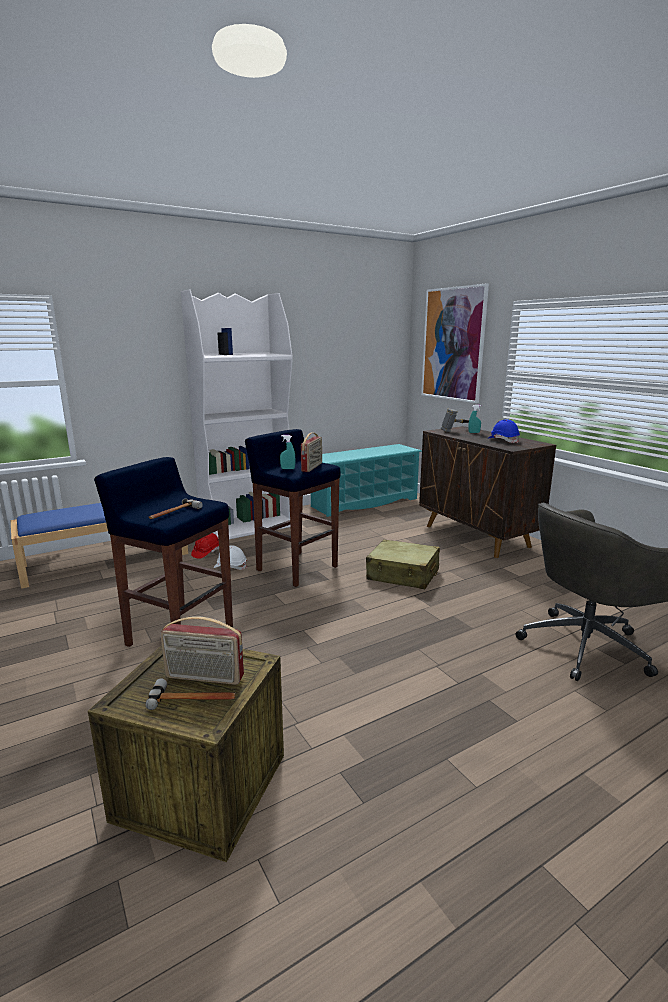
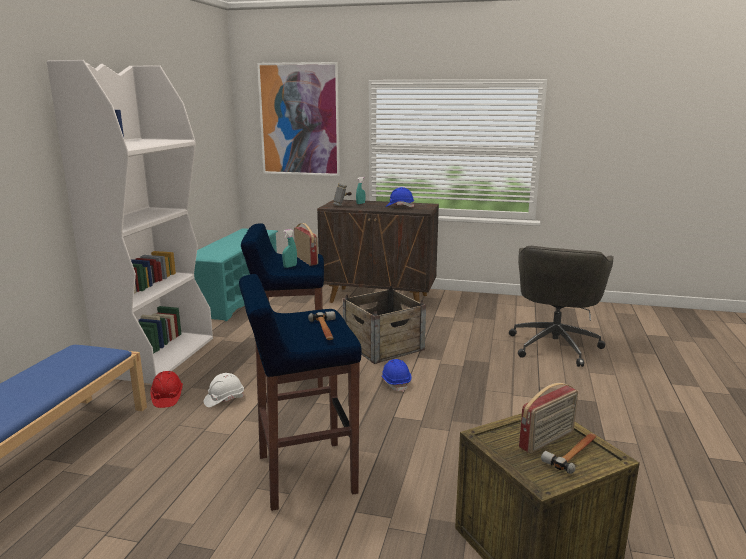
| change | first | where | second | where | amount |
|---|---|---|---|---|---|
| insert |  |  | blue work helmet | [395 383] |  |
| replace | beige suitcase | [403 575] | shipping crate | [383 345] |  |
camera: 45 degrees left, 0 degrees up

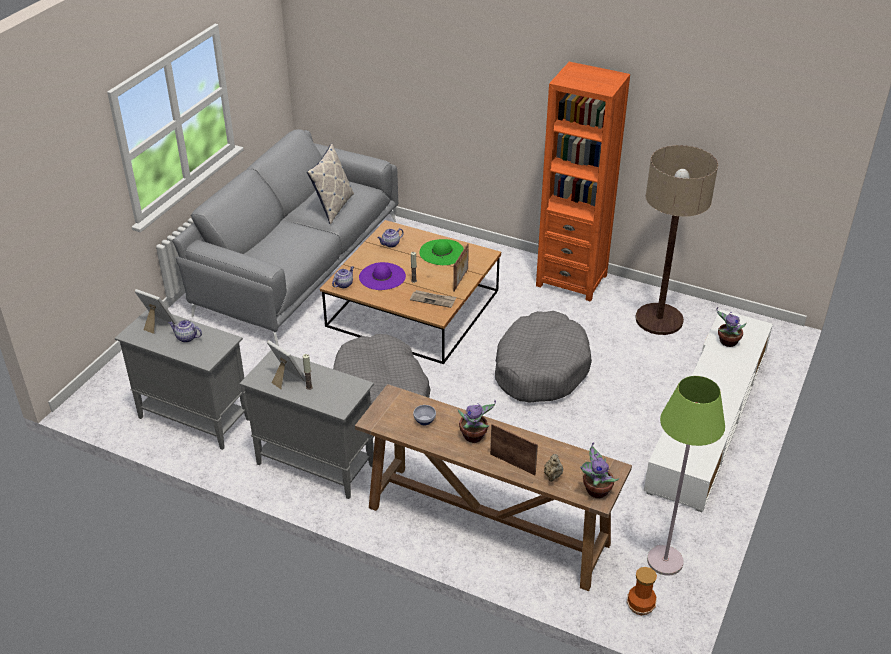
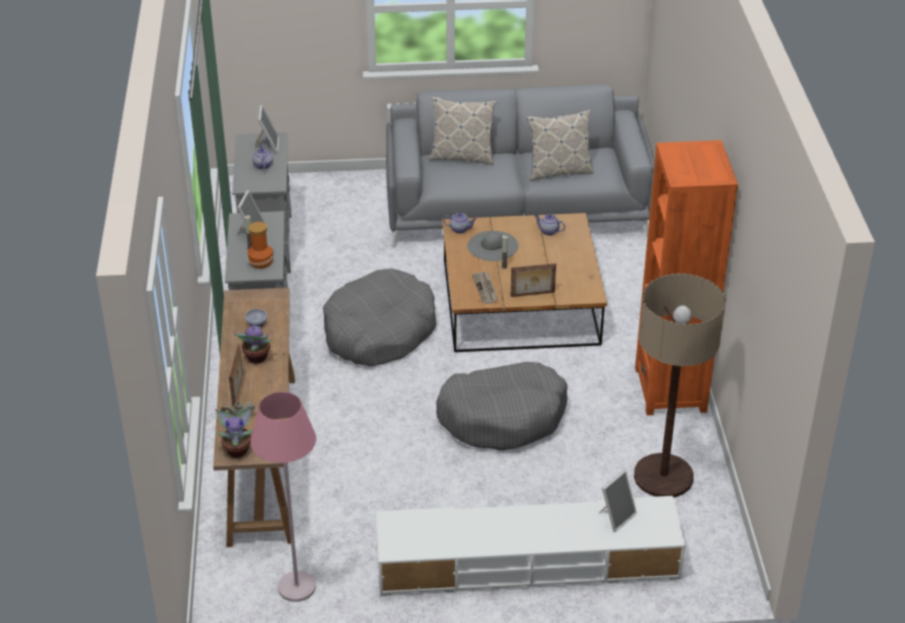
| change | first | where | second | where | amount |
|---|---|---|---|---|---|
| delete | green clothing hat | [442 252] |  |  |  |
| insert |  |  | pillow | [462 157] |  |
| move | decorative vase | [641 605] |  | [261 262] |  |
| replace | plant in a pot | [727 342] | standing frame | [616 516] |  |
| recolor | purple-coloured clothing hat | [382 276] | gray clothing hat | [492 246] |  |
| recolor | green standard lamp | [665 561] | pink-coloured standard lamp | [296 587] |  |
camera: 60 degrees right, 0 degrees up

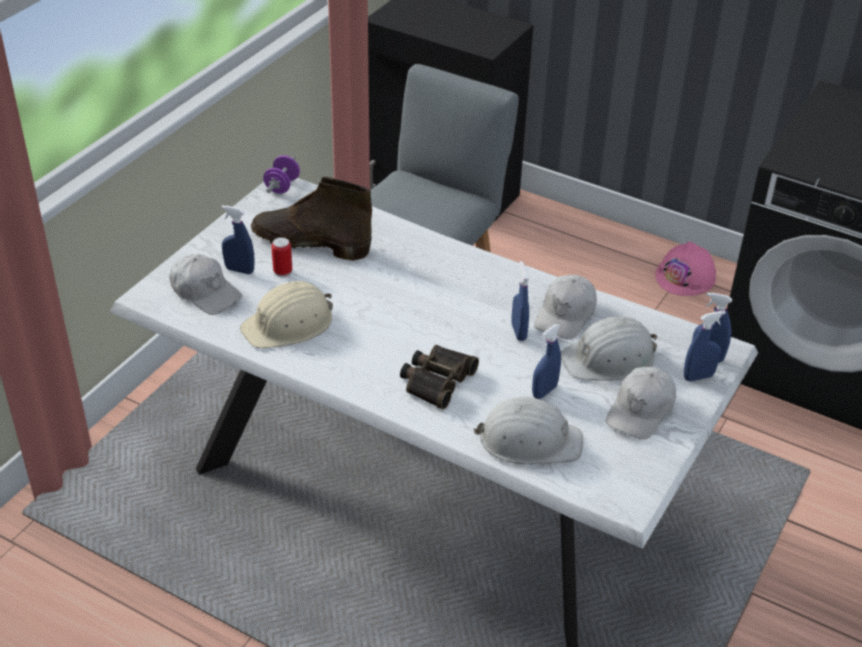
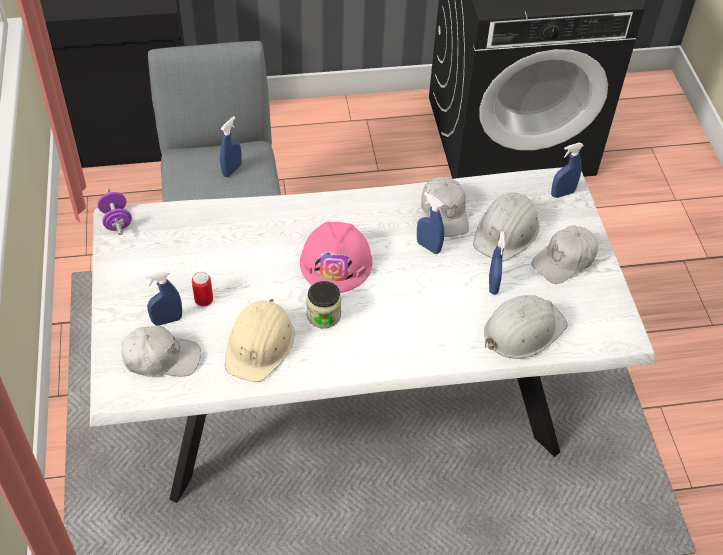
| change | first | where | second | where | amount |
|---|---|---|---|---|---|
| delete | brown boot | [309 242] |  |  |  |
| delete | binoculars | [436 380] |  |  |  |
| insert |  |  | jar | [323 315] |  |
| move | pink-coloured work helmet | [685 277] |  | [336 262] |  |
| move | blue hand sprayer | [698 376] |  | [232 170] |  |
| rotate | white-coloured baseball cap | [641 410] |  | [564 260] | 60 degrees clockwise |
camera: 40 degrees left, 10 degrees up

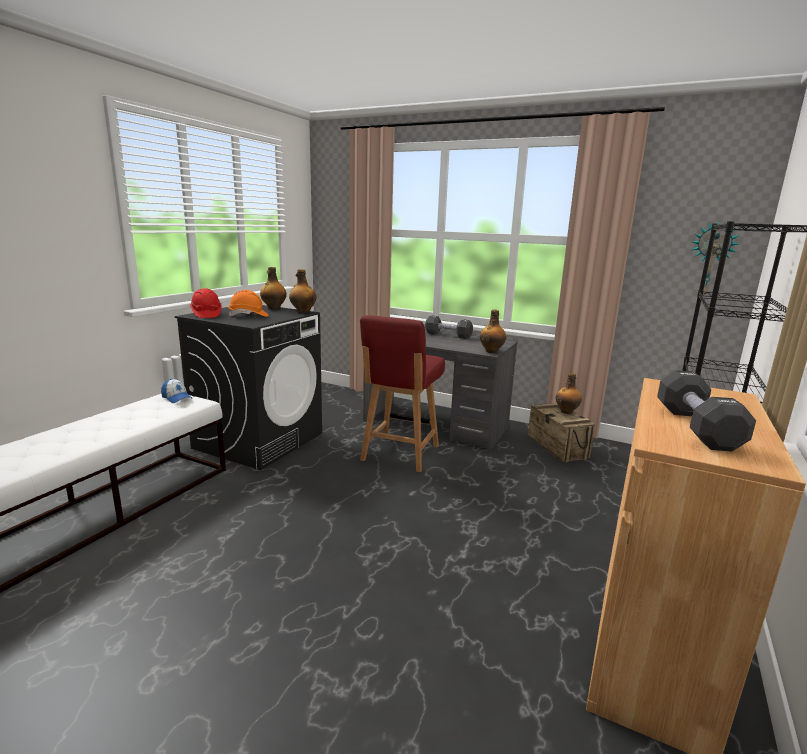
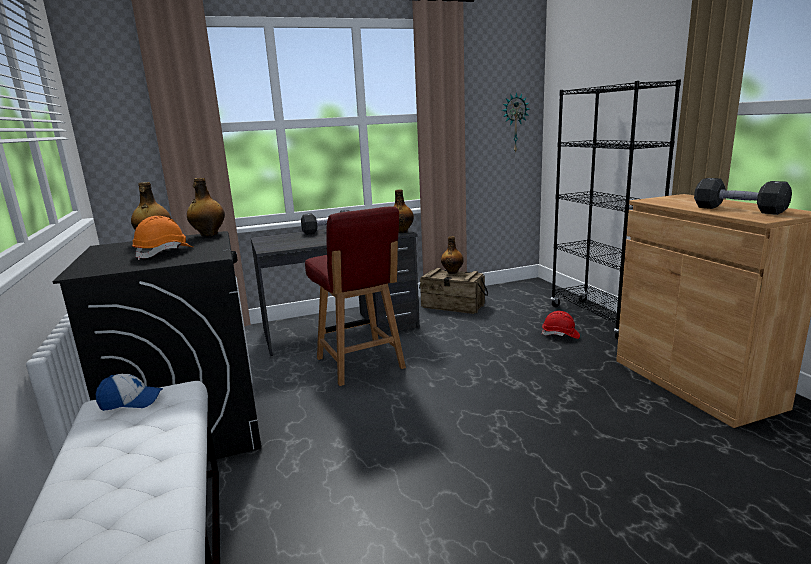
| change | first | where | second | where | amount |
|---|---|---|---|---|---|
| move | reddish work helmet | [206 314] |  | [560 335] |  |
camera: 45 degrees left, 0 degrees up

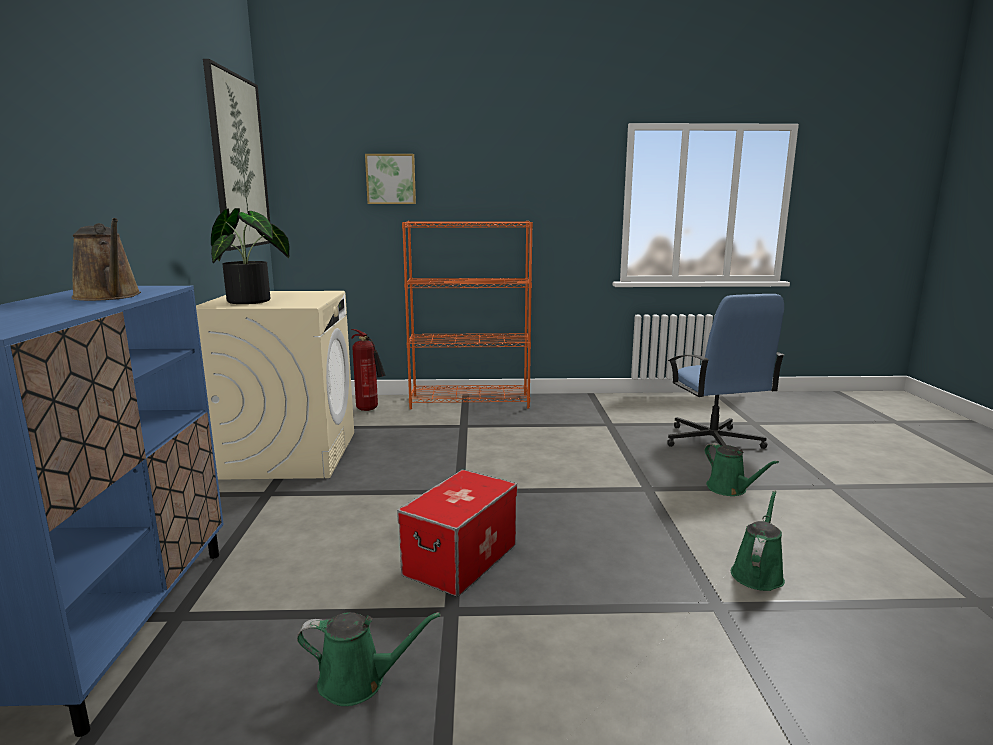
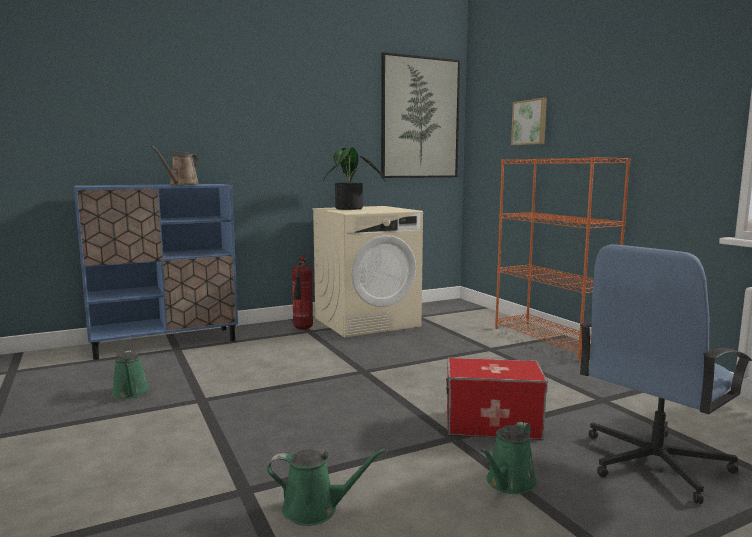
| change | first | where | second | where | amount |
|---|---|---|---|---|---|
| move | fire-fighting cylinder | [369 410] |  | [302 329] |  |
| move | storage box | [461 560] |  | [492 424] |  |
camera: 65 degrees right, 5 degrees down

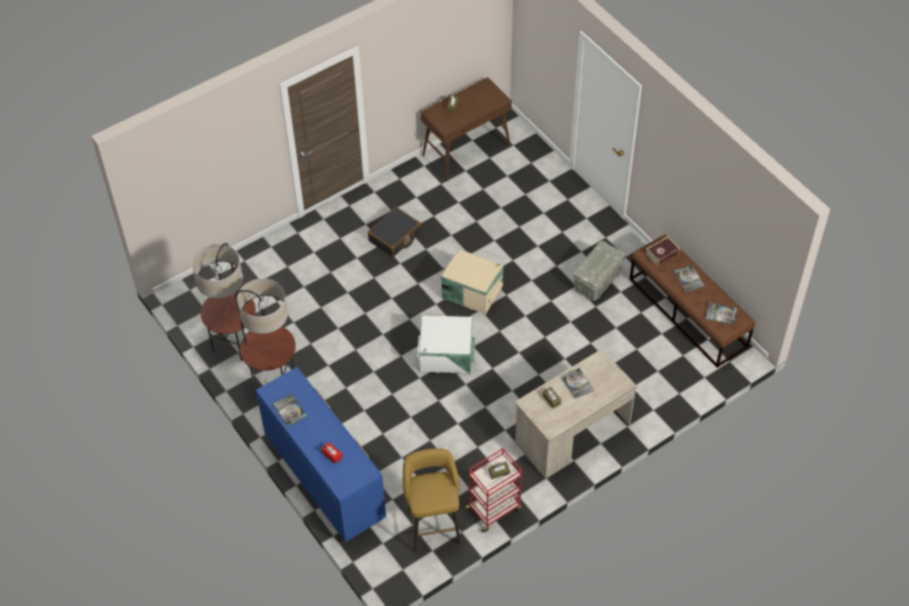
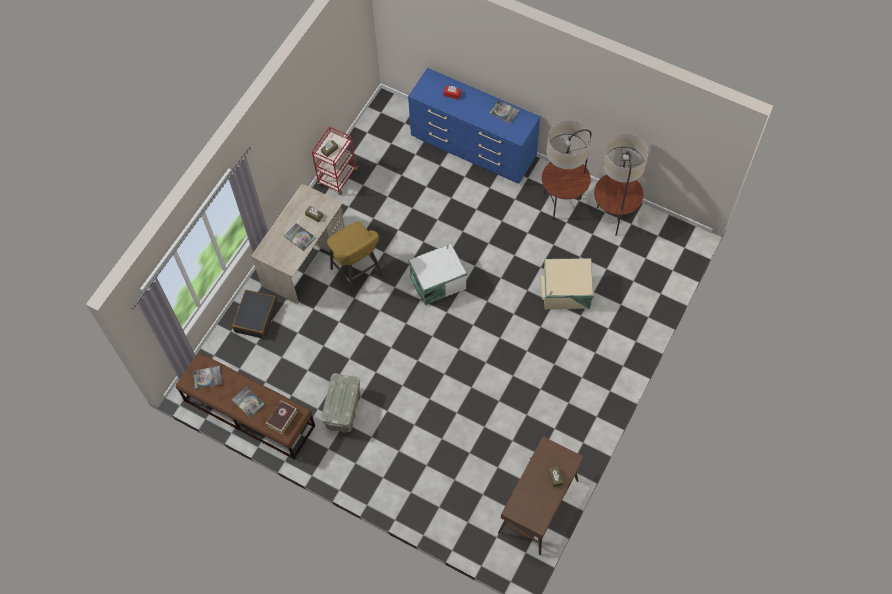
| change | first | where | second | where | amount |
|---|---|---|---|---|---|
| move | black suitcase | [395 237] |  | [255 317] |  |
| move | yellowish stool | [433 525] |  | [358 274] |  |
| move | beige storage box | [472 291] |  | [566 293] |  |
camera: 155 degrees right, 10 degrees up

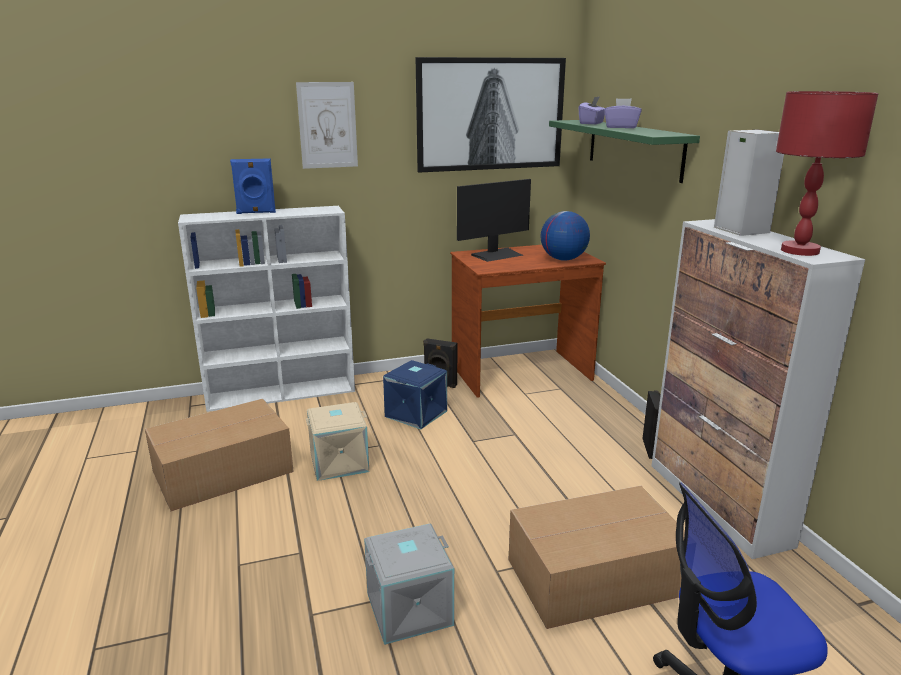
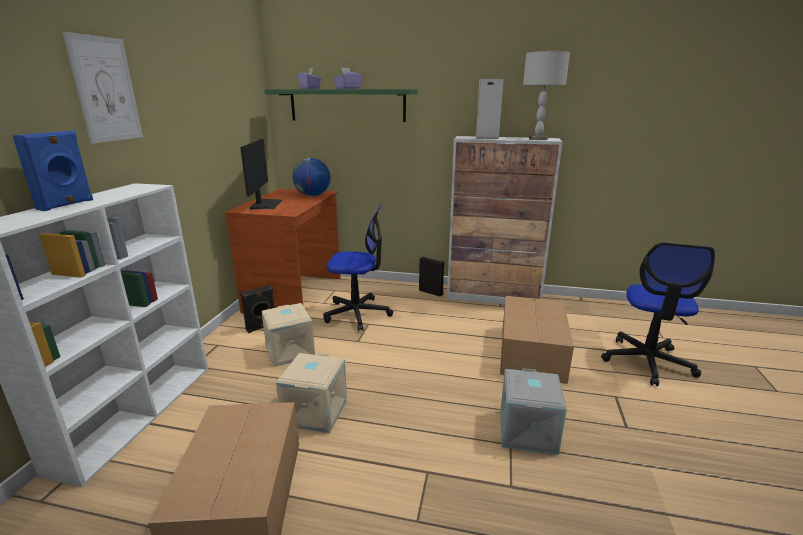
| change | first | where | second | where | amount |
|---|---|---|---|---|---|
| delete | wall picture | [491 114] |  |  |  |
| insert |  |  | desk chair | [357 314] |  |
| recolor | blue storage box | [415 413] | beige storage box | [289 351] |  |
| recolor | reddish table lamp | [799 251] | gray table lamp | [538 139] |  |
camera: 60 degrees left, 0 degrees up

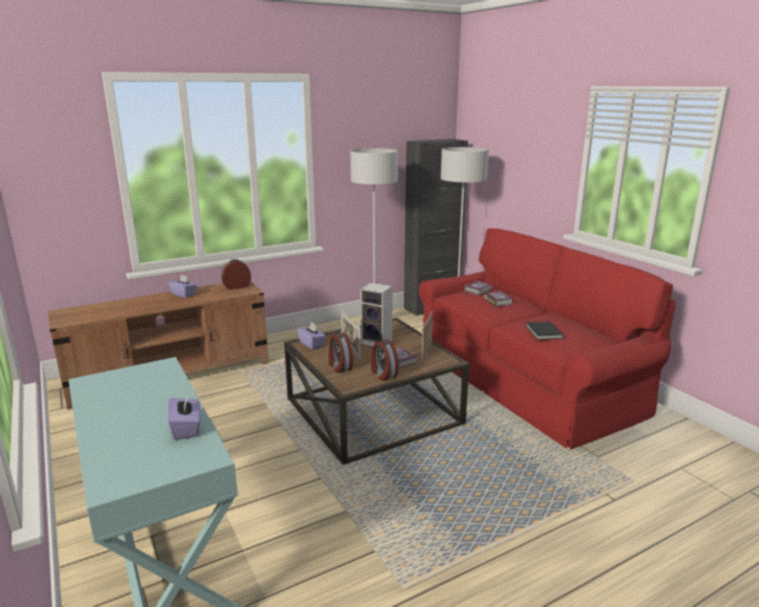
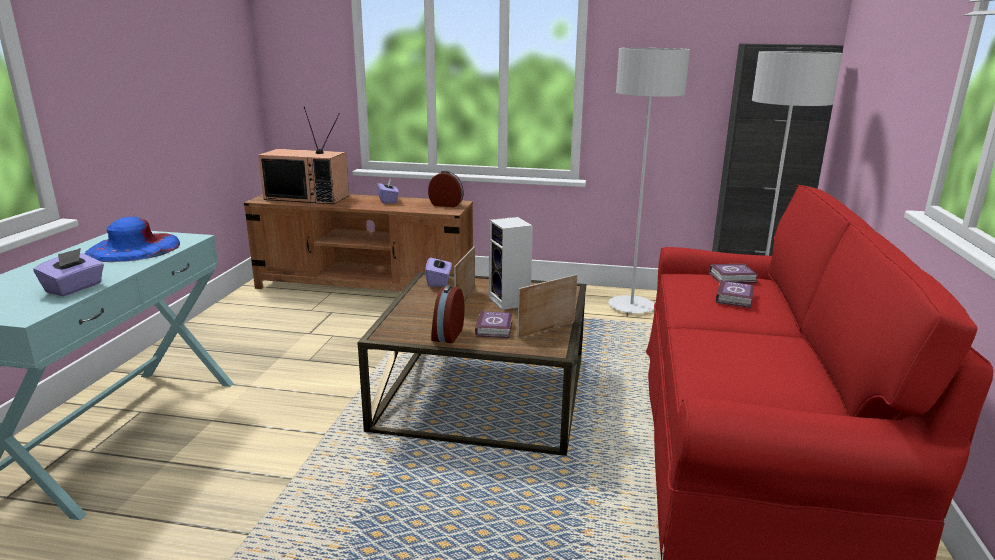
| change | first | where | second | where | amount |
|---|---|---|---|---|---|
| delete | alarm clock | [339 366] |  |  |  |
| delete | black volume | [543 332] |  |  |  |
| insert |  |  | blue clothing hat | [134 248] |  |
| insert |  |  | TV | [308 197] |  |
camera: 40 degrees right, 0 degrees up

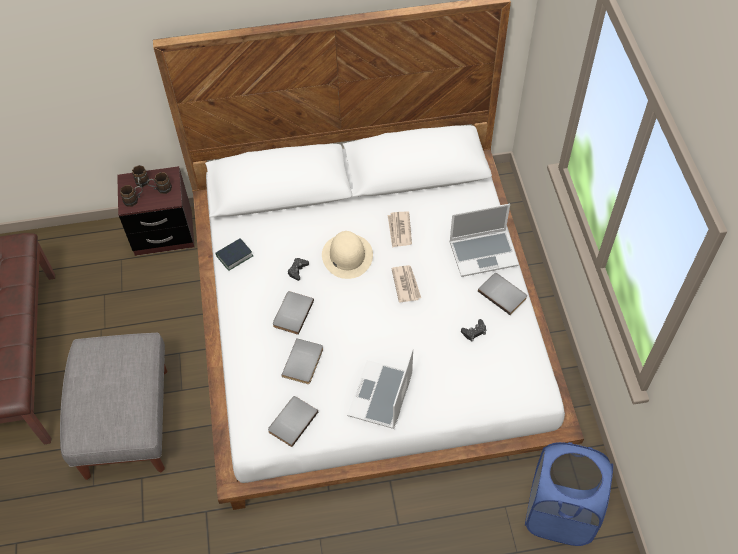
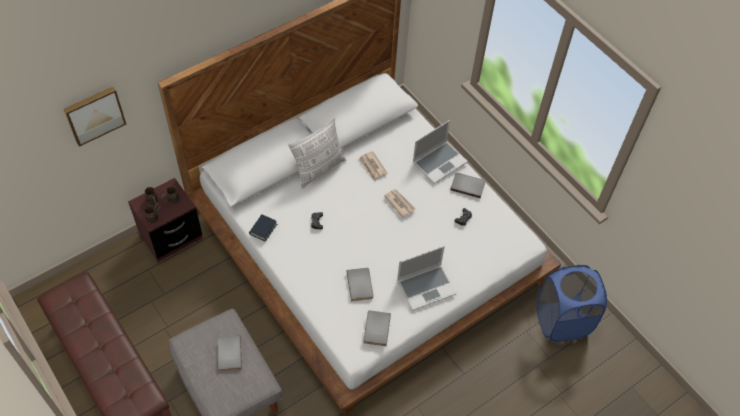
| change | first | where | second | where | amount |
|---|---|---|---|---|---|
| delete | beige clothing hat | [347 255] |  |  |  |
| insert |  |  | wall picture | [94 114] |  |
| insert |  |  | pillow | [319 169] |  |
| move | gray volume | [291 313] |  | [228 354] |  |
| rotate | portable computer | [381 396] |  | [426 287] | 105 degrees counterclockwise |
camera: 30 degrees left, 0 degrees up

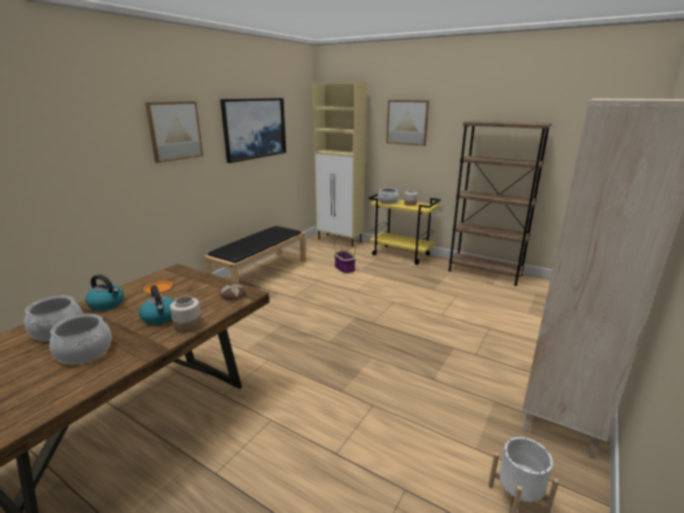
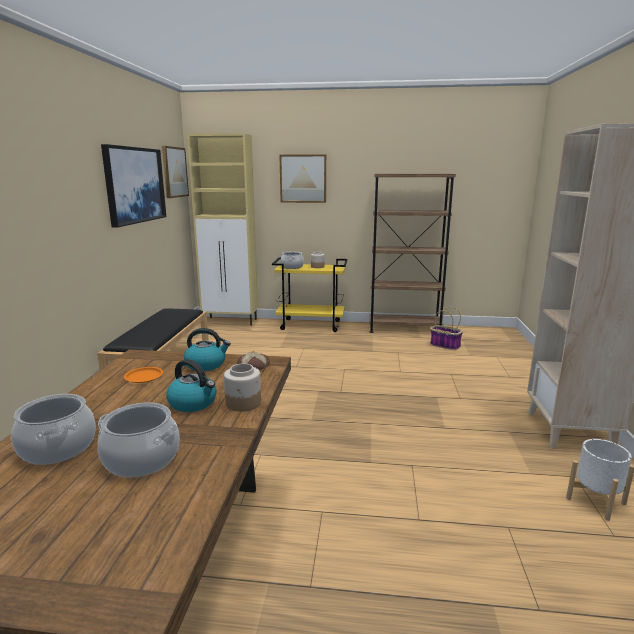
| change | first | where | second | where | amount |
|---|---|---|---|---|---|
| move | tea kettle | [107 304] |  | [206 364] |  |
| move | wall picture | [175 131] |  | [174 172] |  |
| move | storage basket | [344 268] |  | [444 345] |  |
camera: 25 degrees left, 5 degrees down

